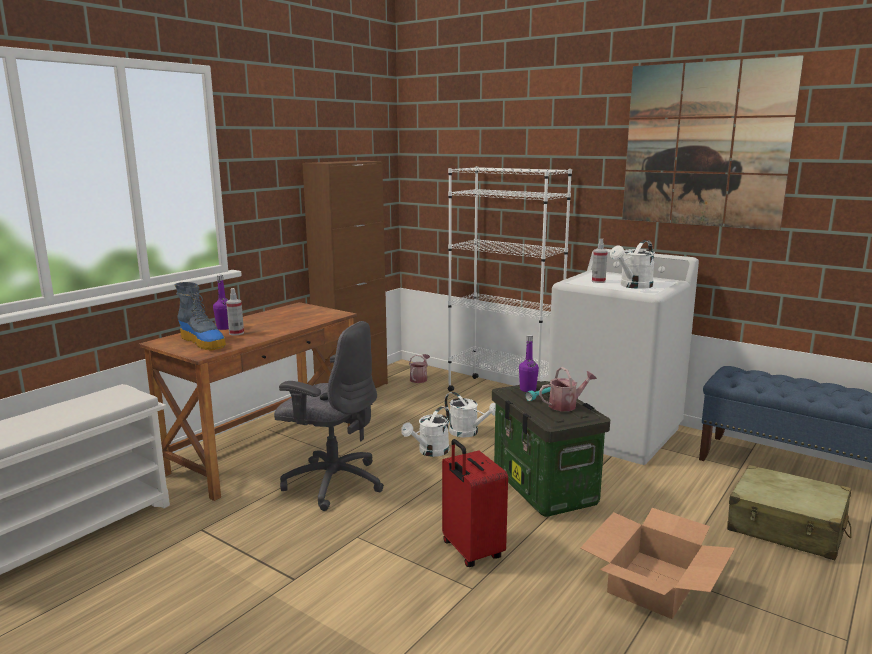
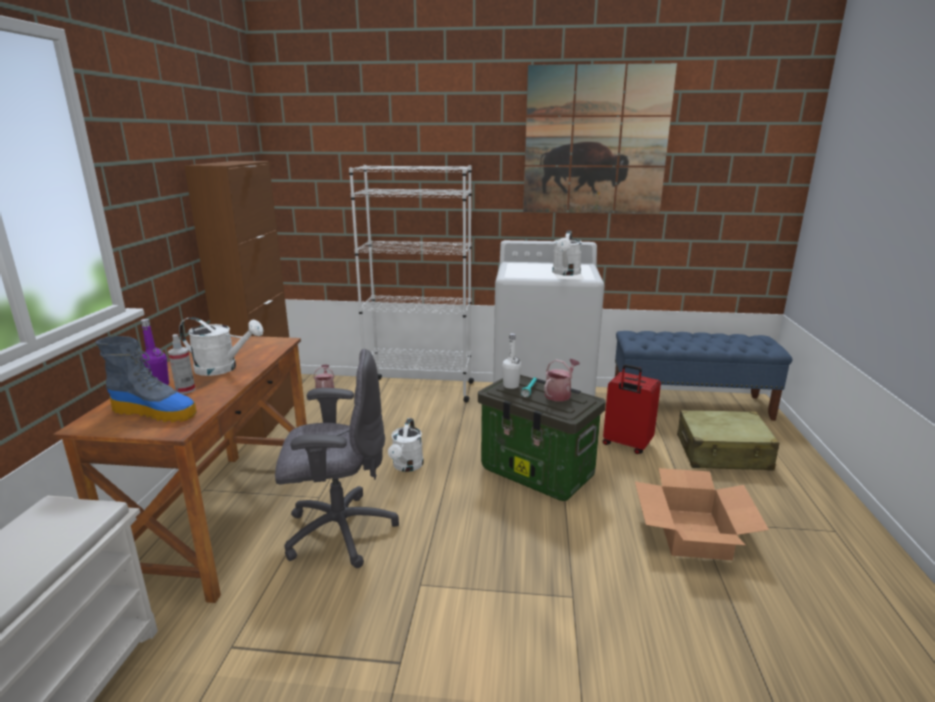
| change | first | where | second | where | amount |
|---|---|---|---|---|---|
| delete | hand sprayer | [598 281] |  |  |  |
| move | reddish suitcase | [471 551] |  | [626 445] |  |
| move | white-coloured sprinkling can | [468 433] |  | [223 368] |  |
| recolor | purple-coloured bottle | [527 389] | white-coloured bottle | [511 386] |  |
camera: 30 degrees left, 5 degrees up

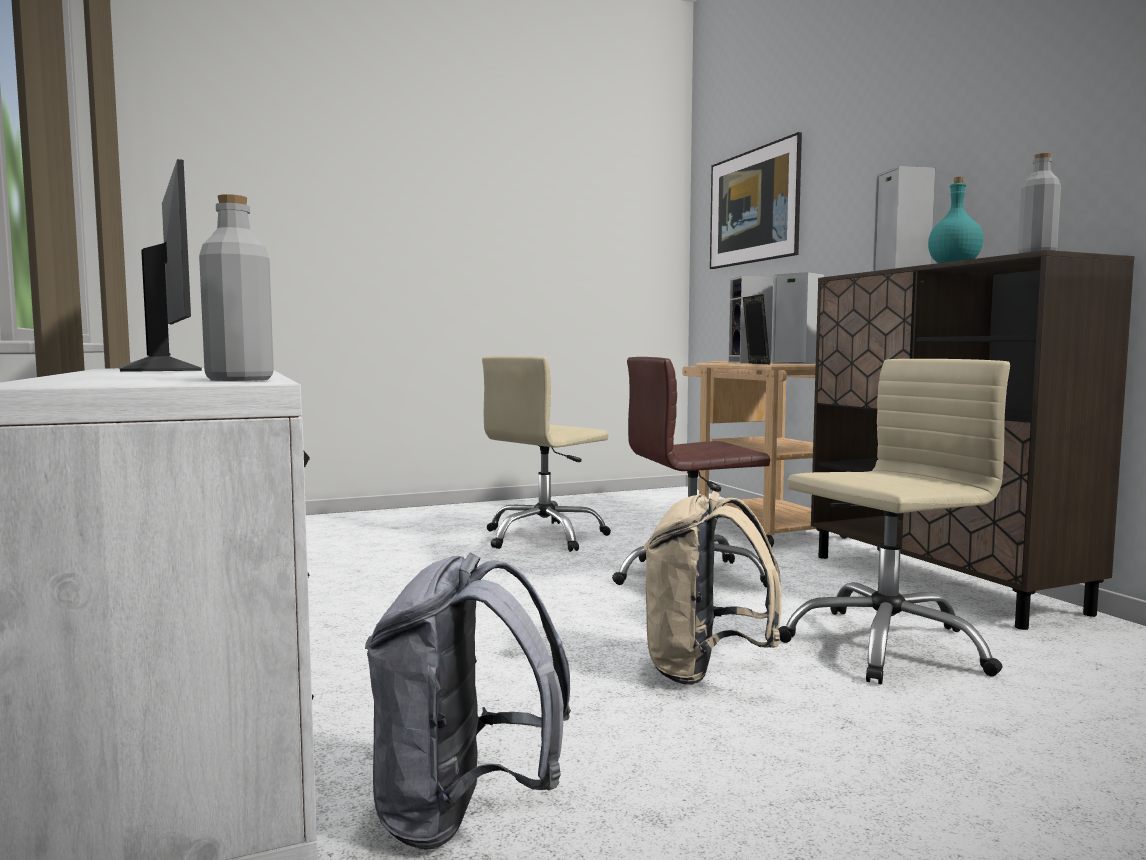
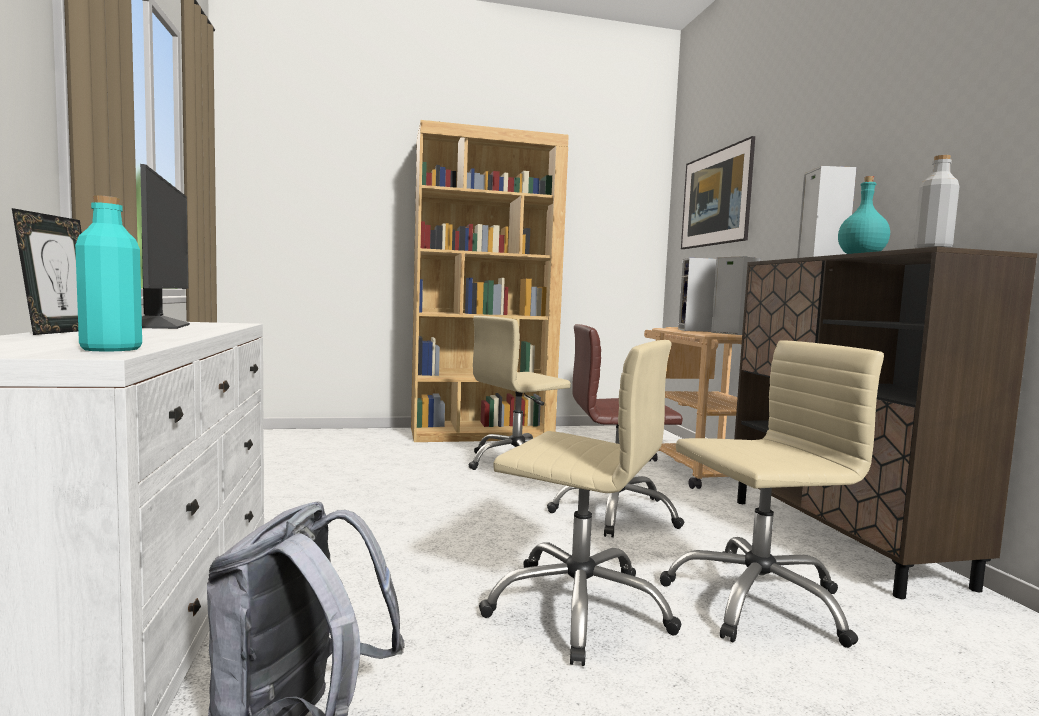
| change | first | where | second | where | amount |
|---|---|---|---|---|---|
| insert |  |  | brown bookshelf | [482 434] |  |
| move | standing frame | [755 363] |  | [60 332] |  |
| replace | beige knapsack | [705 671] | beige desk chair | [579 607] |  |
| recolor | gray bottle | [240 379] | turquoise bottle | [111 349] |  |
camera: 10 degrees right, 0 degrees up

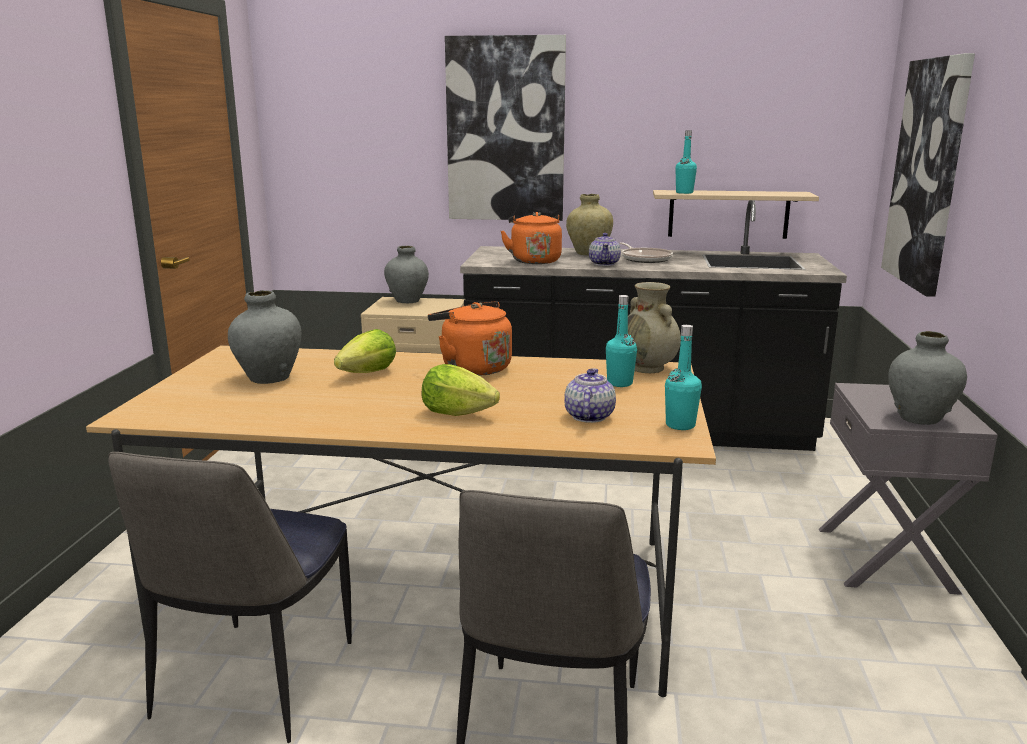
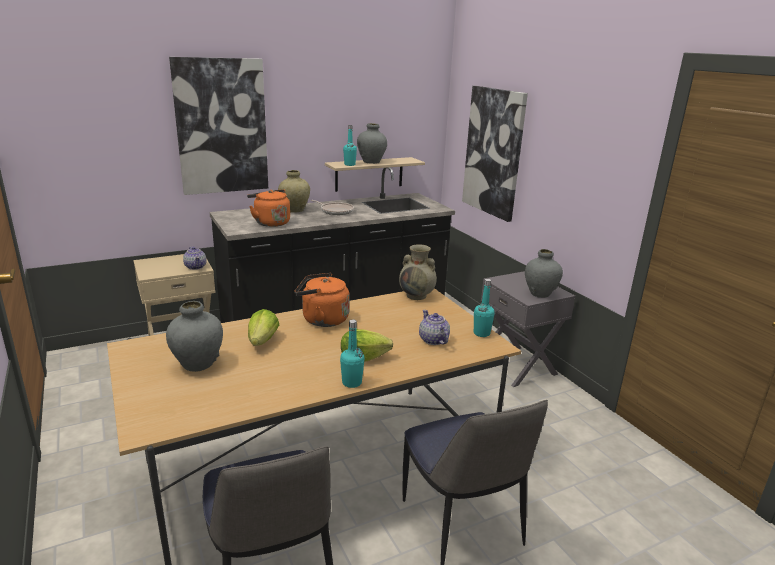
| change | first | where | second | where | amount |
|---|---|---|---|---|---|
| move | gray decorative vase | [407 301] |  | [371 162] |  |
| move | teapot | [604 263] |  | [195 267] |  |
| move | turquoise bottle | [619 383] |  | [352 382] |  |
camera: 35 degrees left, 5 degrees up

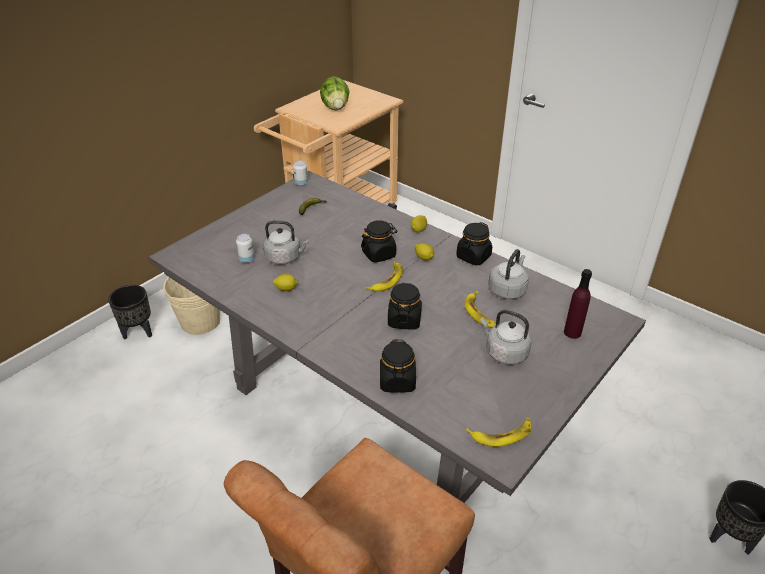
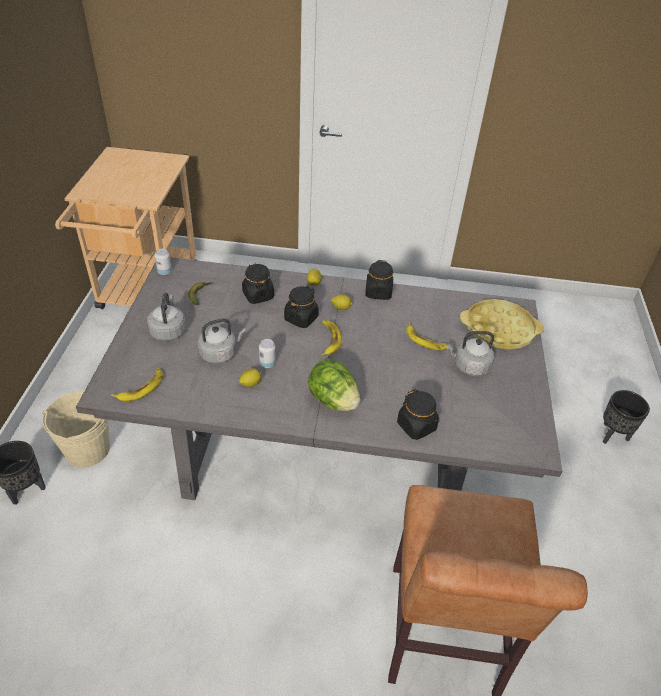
| change | first | where | second | where | amount |
|---|---|---|---|---|---|
| move | can | [247 259] |  | [267 363] |  |
| move | lettuce head | [335 108] |  | [333 400] |  |
| move | black jar | [404 320] |  | [258 295] |  |
| move | banana fruit | [502 434] |  | [141 388] |  |
| move | gray tea kettle | [508 289] |  | [168 330] |  |
| replace | purple-coloured bottle | [572 332] | yellowish serving tray | [499 329] |  |
camera: 35 degrees left, 5 degrees up

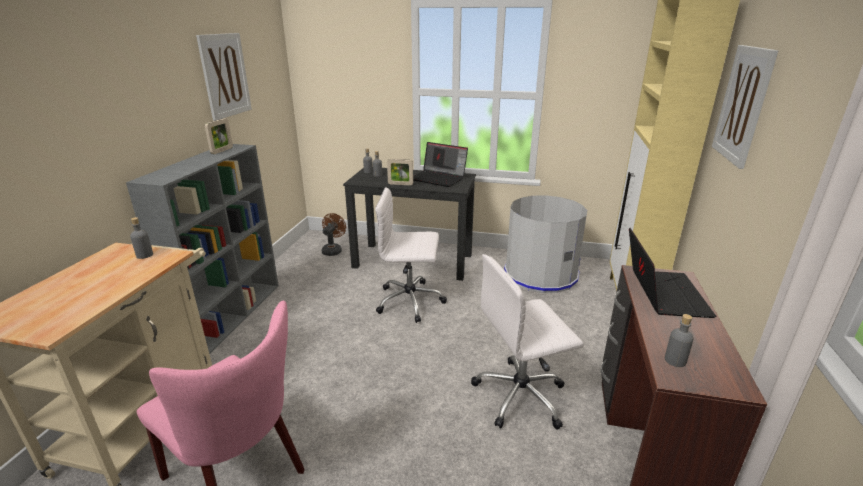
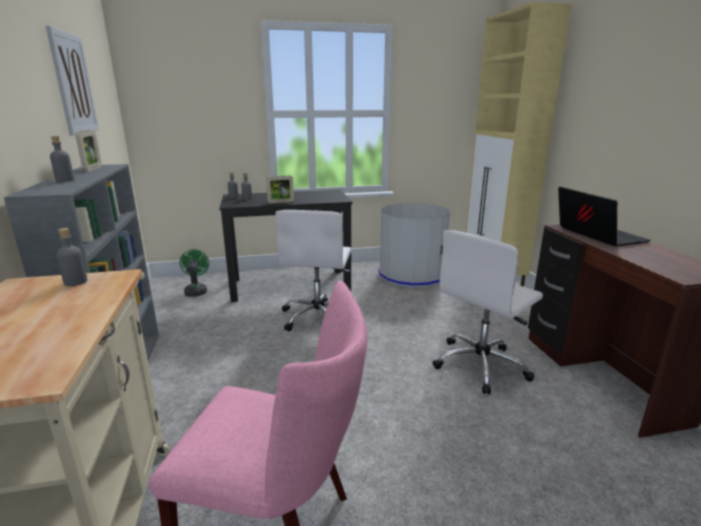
| change | first | where | second | where | amount |
|---|---|---|---|---|---|
| delete | portable computer | [438 178] |  |  |  |
| delete | wall picture | [742 105] |  |  |  |
| move | gray bottle | [675 360] |  | [65 180] |  |
| recolor | brown electric fan | [333 250] | green electric fan | [196 291] |  |
| rotate | white-coloured desk chair | [411 301] |  | [318 317] | 60 degrees counterclockwise |
camera: 25 degrees left, 5 degrees down

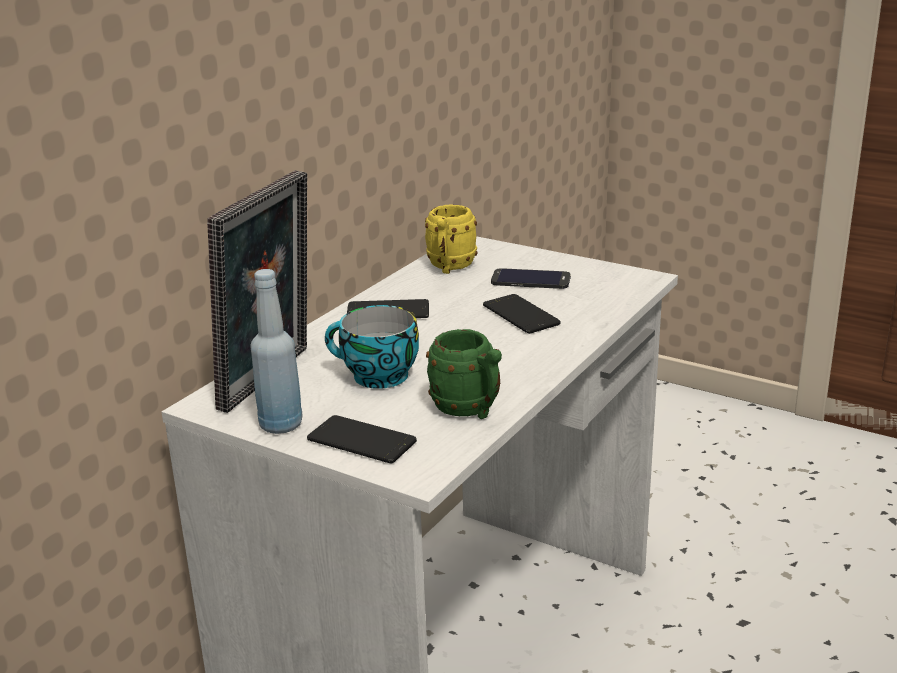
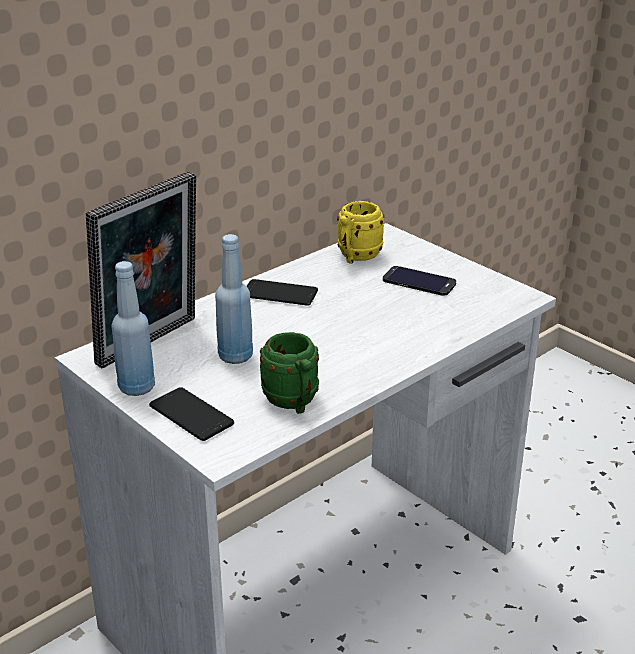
| change | first | where | second | where | amount |
|---|---|---|---|---|---|
| delete | handset | [520 315] |  |  |  |
| replace | drinking cup | [376 377] | blue bottle | [235 356] |  |
camera: 15 degrees right, 5 degrees up

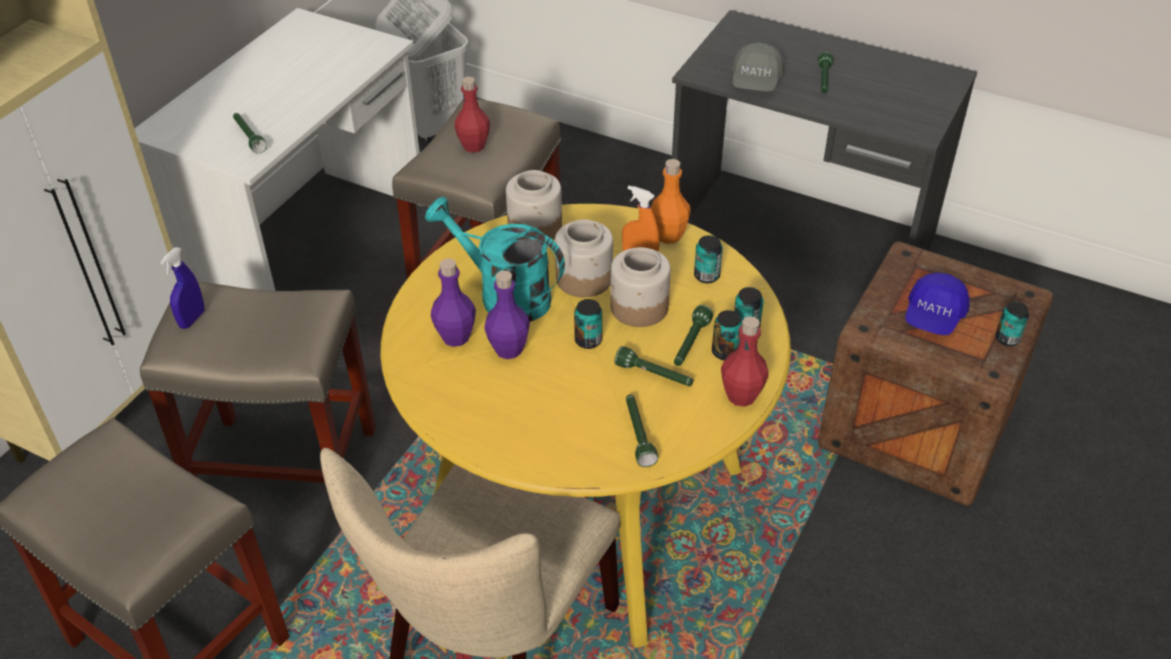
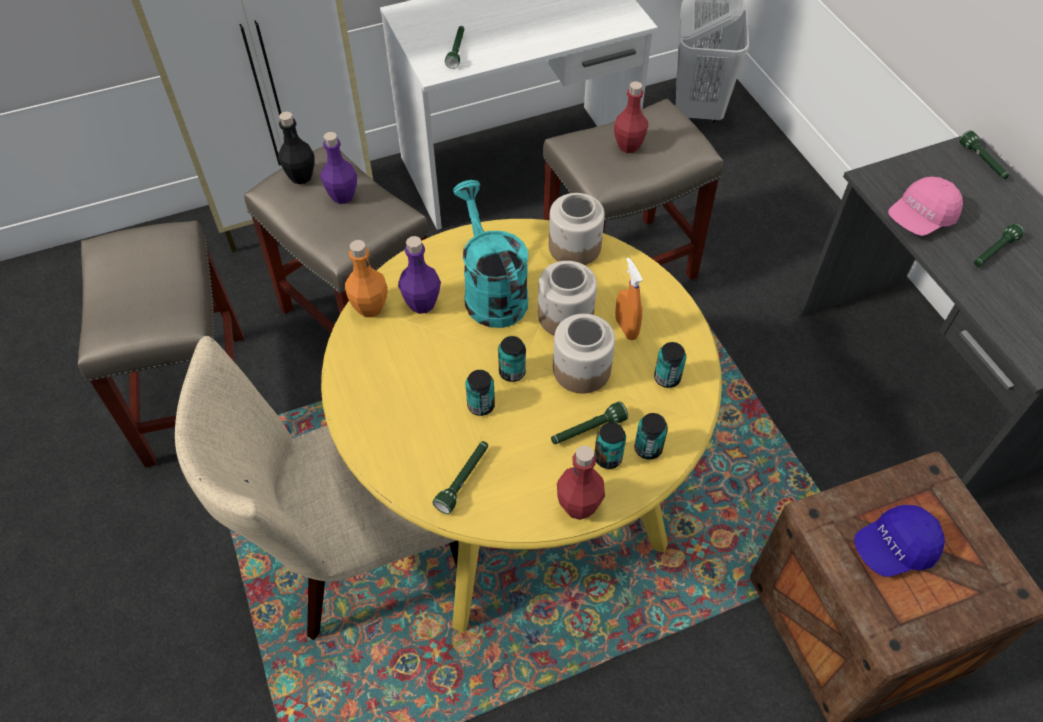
| change | first | where | second | where | amount |
|---|---|---|---|---|---|
| move | purple-coloured bottle | [508 349] |  | [343 196] |  |
| move | green hand torch | [654 375] |  | [982 162] |  |
| move | orangey bottle | [668 235] |  | [370 307] |  |
| move | can | [1007 339] |  | [481 405] |  |
| replace | blue hand sprayer | [192 319] | black bottle | [301 176] |  |
| recolor | gray baseball cap | [755 82] | pink-coloured baseball cap | [920 218] |  |
camera: 40 degrees right, 10 degrees up

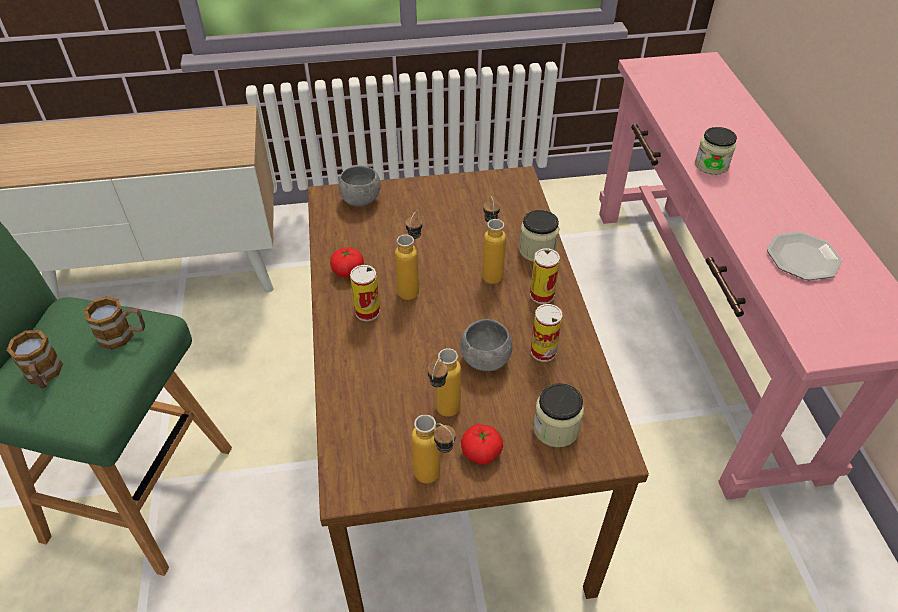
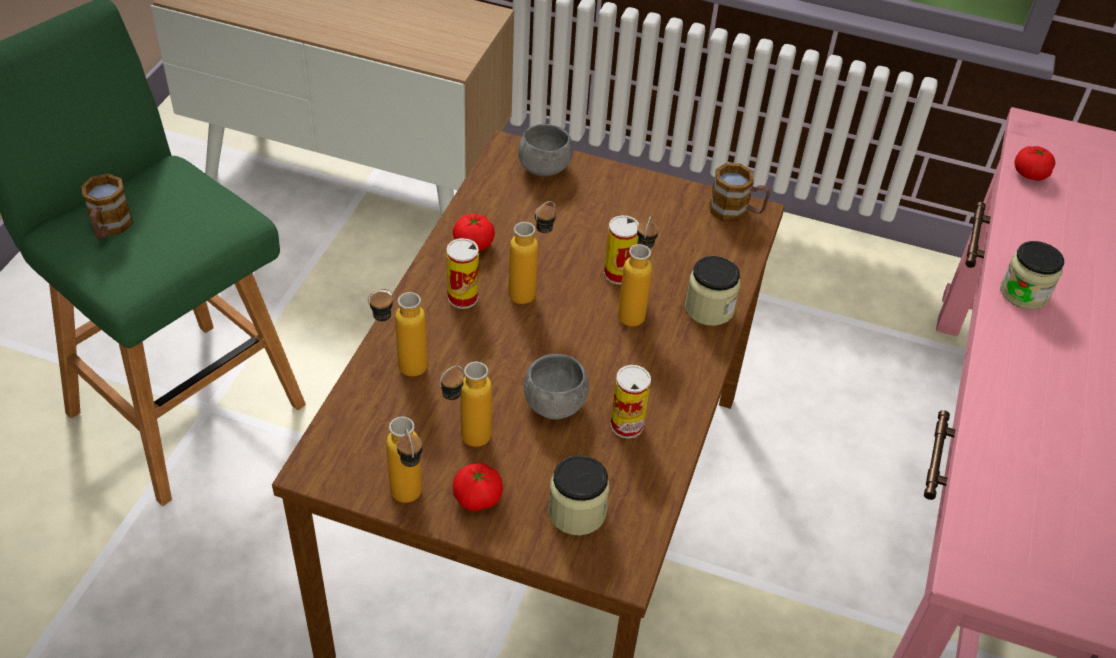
| change | first | where | second | where | amount |
|---|---|---|---|---|---|
| delete | plate | [803 258] |  |  |  |
| insert |  |  | bottle | [400 369] |  |
| insert |  |  | fresh tomato | [1030 174] |  |
| move | mug | [123 335] |  | [736 211] |  |
| move | can | [542 295] |  | [618 273] |  |
camera: 25 degrees right, 0 degrees up

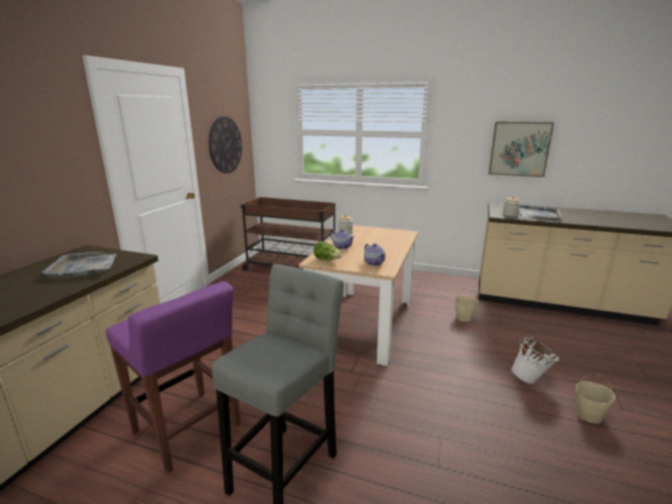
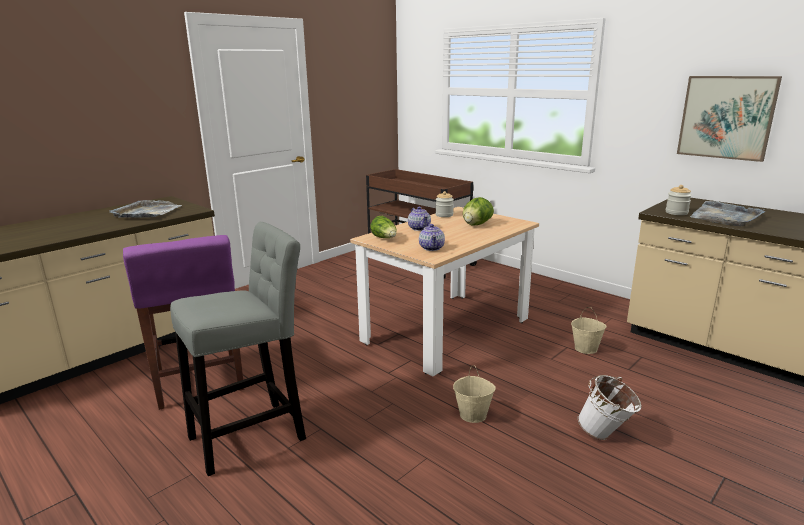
| change | first | where | second | where | amount |
|---|---|---|---|---|---|
| delete | clock on the wall | [225 145] |  |  |  |
| insert |  |  | lettuce head | [476 225] |  |
| move | beige water bucket | [589 415] |  | [473 415] |  |
camera: 25 degrees right, 0 degrees up

